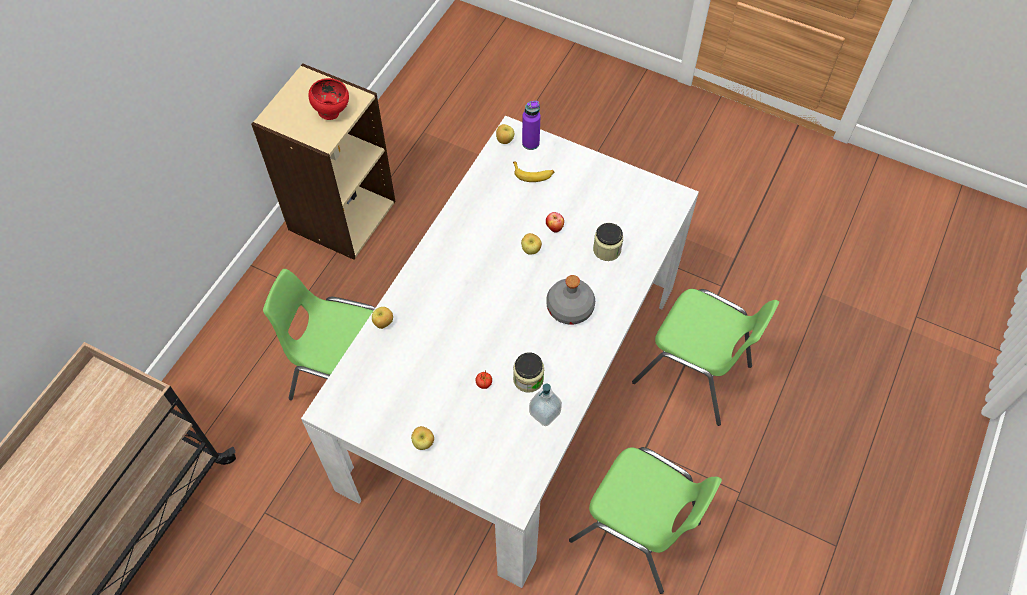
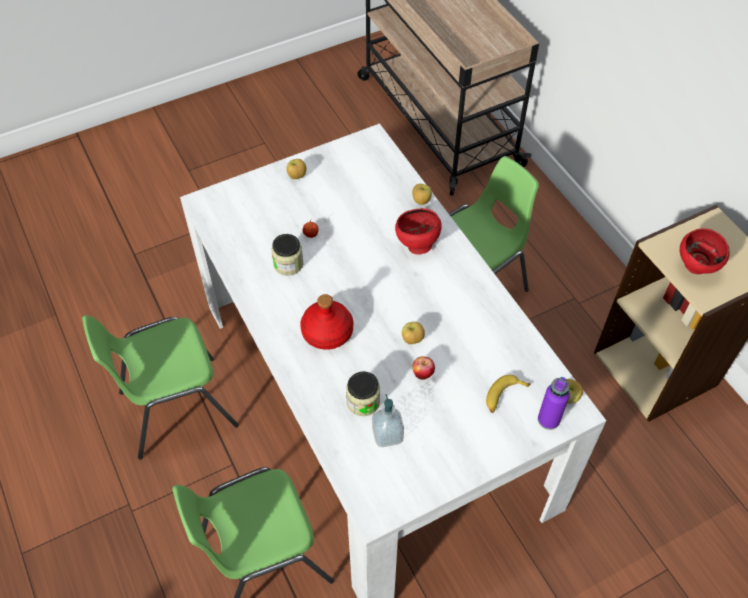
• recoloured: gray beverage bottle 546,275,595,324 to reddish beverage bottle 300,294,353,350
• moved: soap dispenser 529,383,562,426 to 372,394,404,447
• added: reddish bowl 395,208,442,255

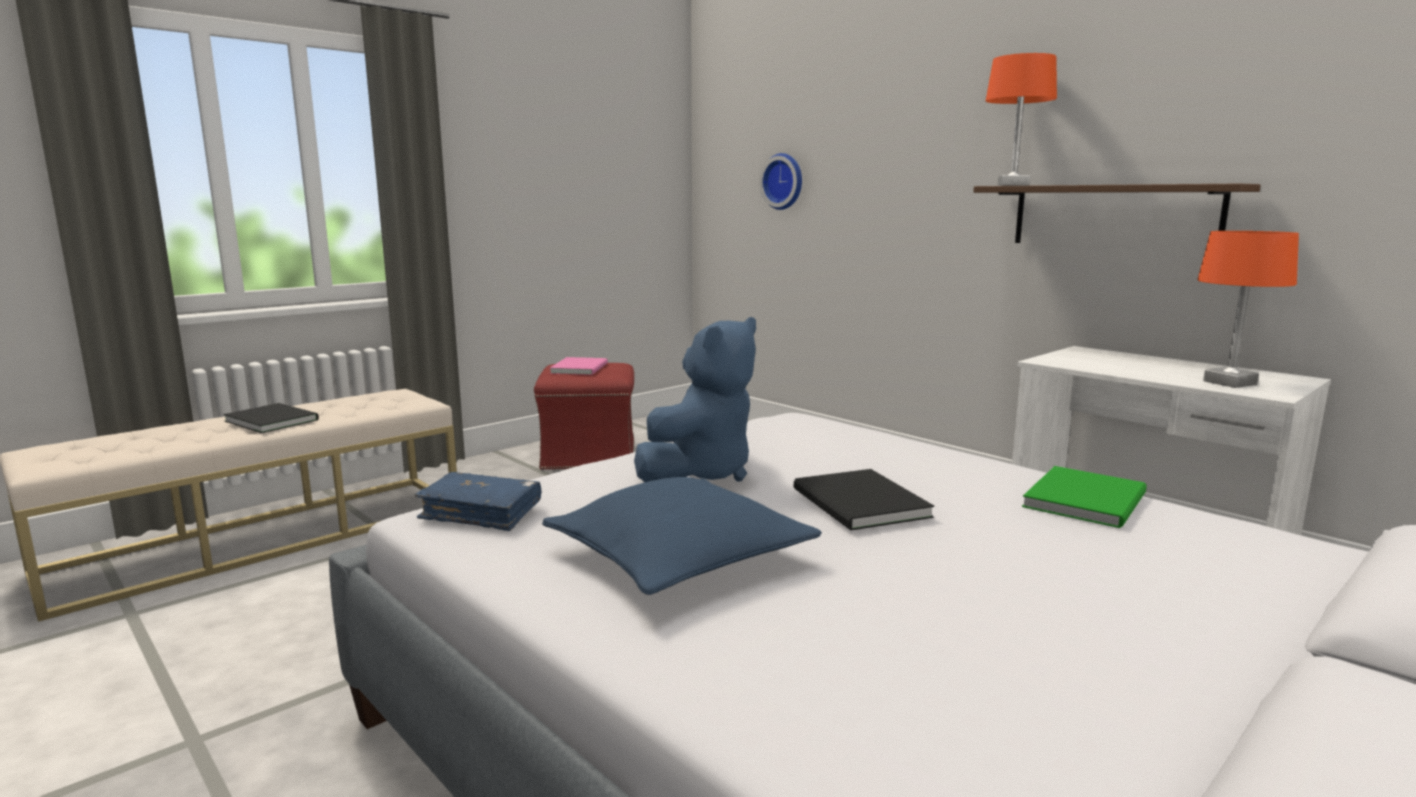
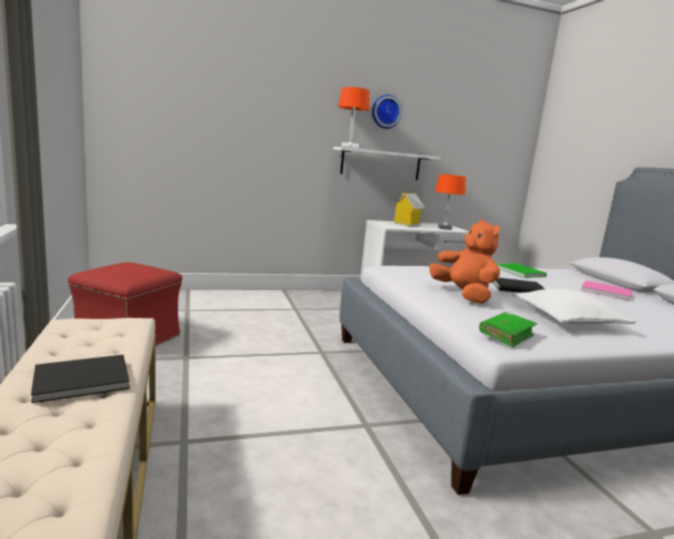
• recoloured: brown-coloured wall shelf 973,183,1261,243 to white-coloured wall shelf 333,147,441,180
• moved: wall clock 759,153,802,210 to 372,95,402,129
• added: model house 392,193,425,227
• recoloured: bluish soft toy 634,317,756,482 to orange-coloured soft toy 429,220,500,304
• recoloured: bluish bound book 415,472,541,531 to green-coloured bound book 479,312,537,347
• recoloured: bluish pillow 542,477,822,595 to white-coloured pillow 511,289,636,325
• moved: pink bound book 550,357,608,375 to 581,281,632,301

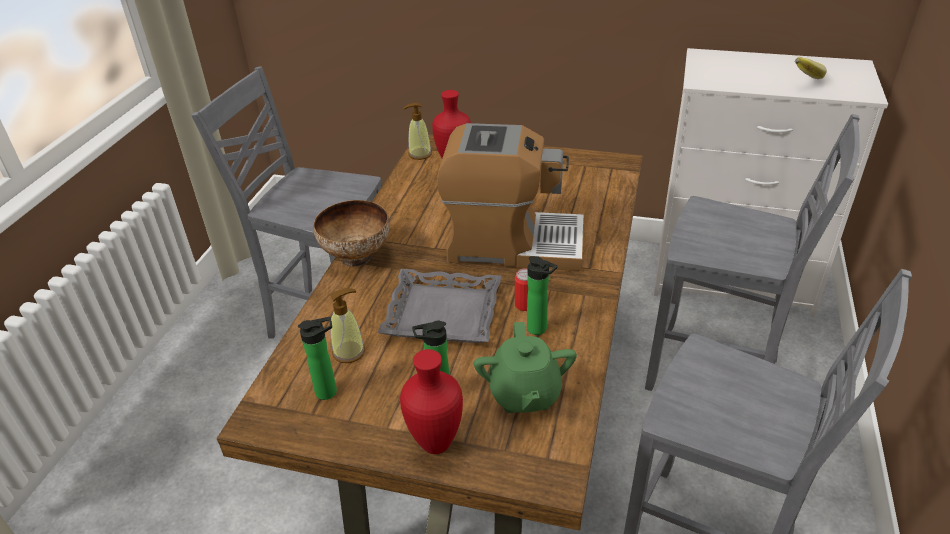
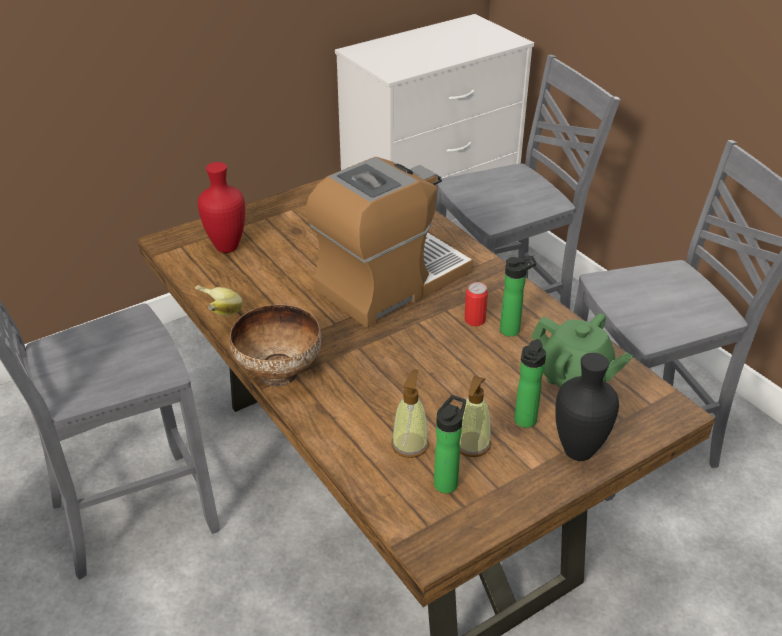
• moved: whole banana 795,57,827,79 to 195,285,243,316
• moved: soap dispenser 403,103,432,160 to 460,376,491,457
• recoloured: reddish vase 400,349,463,454 to blackish vase 555,353,619,461
• removed: gray serving tray 378,269,501,343

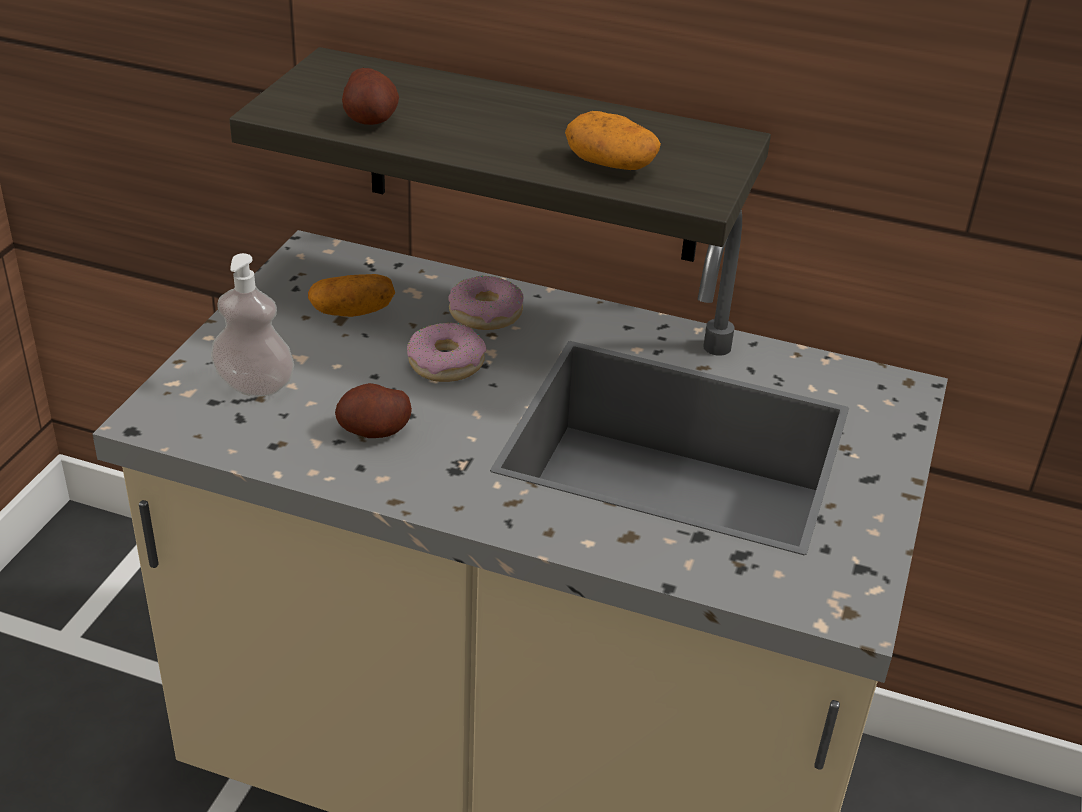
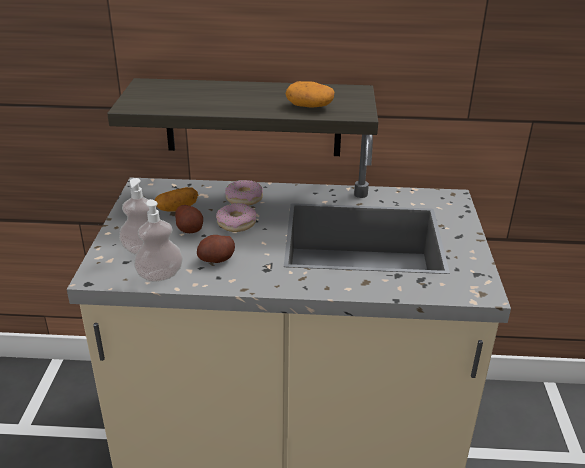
• added: soap dispenser 134,199,183,282
• moved: spud 342,68,399,125 to 175,205,203,233

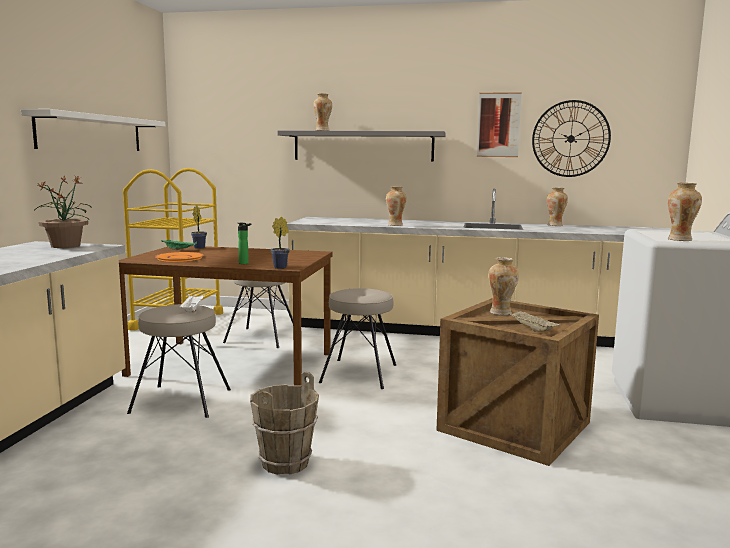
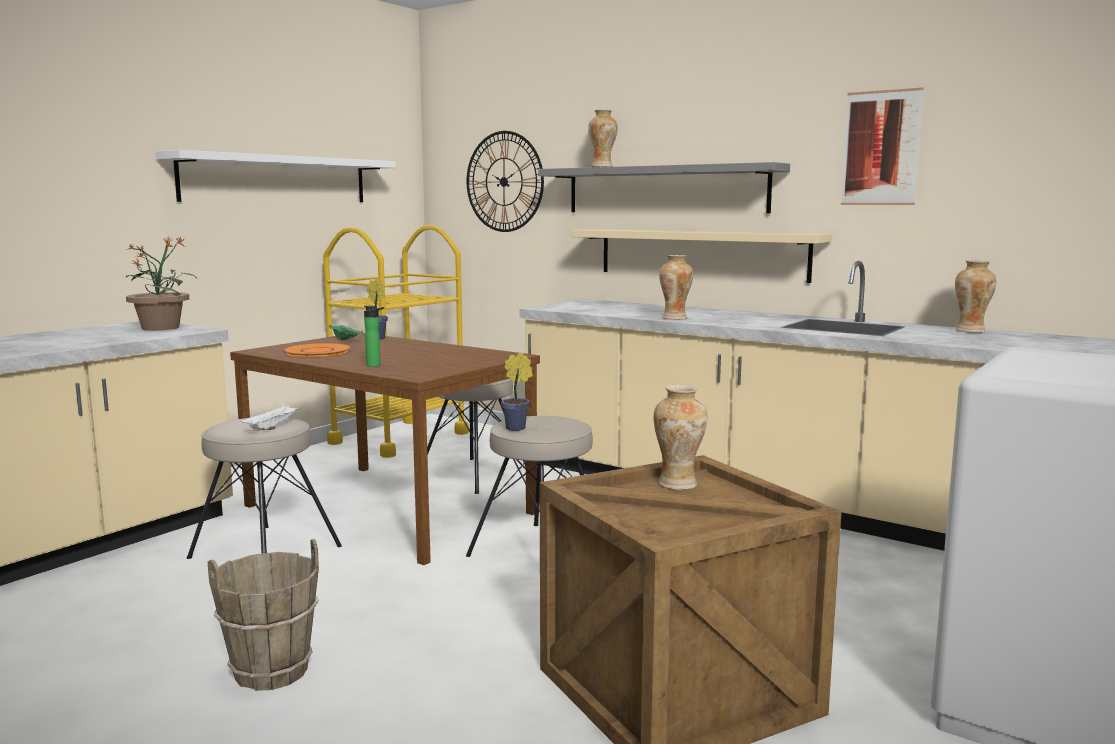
• moved: wall clock 532,100,611,177 to 467,131,544,232
• moved: plant in a pot 271,216,290,269 to 501,352,533,431
• added: sand-coloured wall shelf 571,229,832,283
• removed: sand-coloured serving tray 508,310,560,332
• removed: vase 668,182,702,241

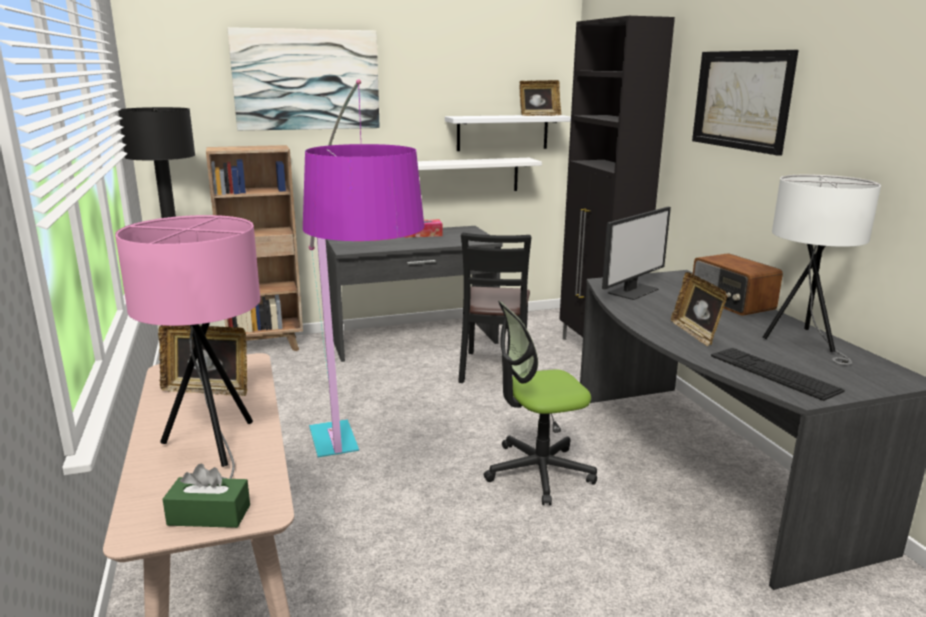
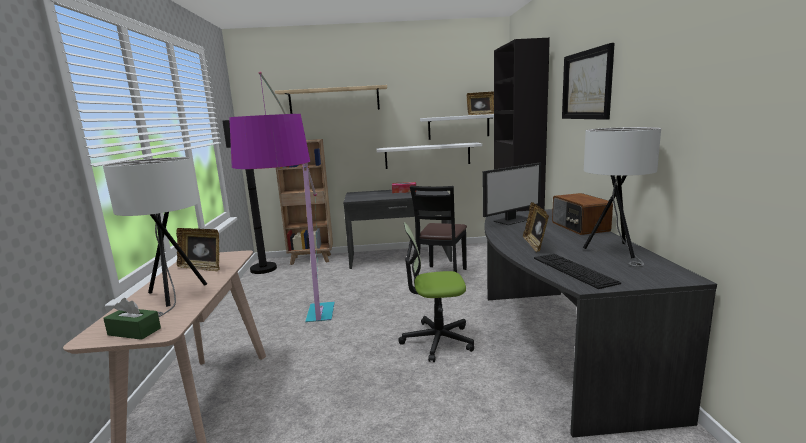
• recoloured: pink table lamp 115,215,260,479 to white-coloured table lamp 103,157,207,317
• replaced: wall picture 227,27,380,131 to sand-coloured wall shelf 275,85,387,114

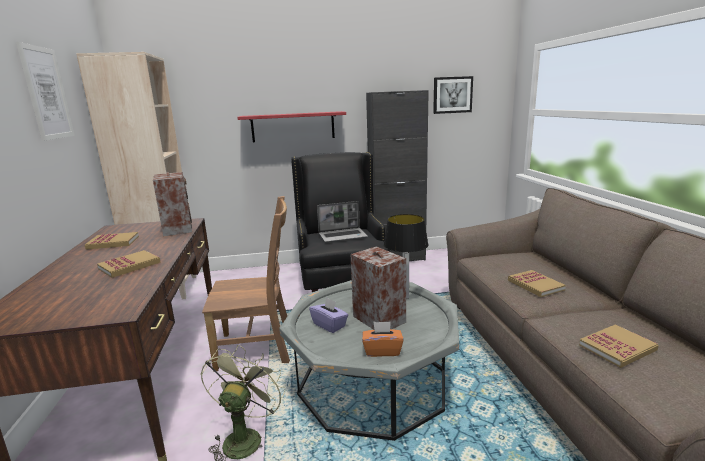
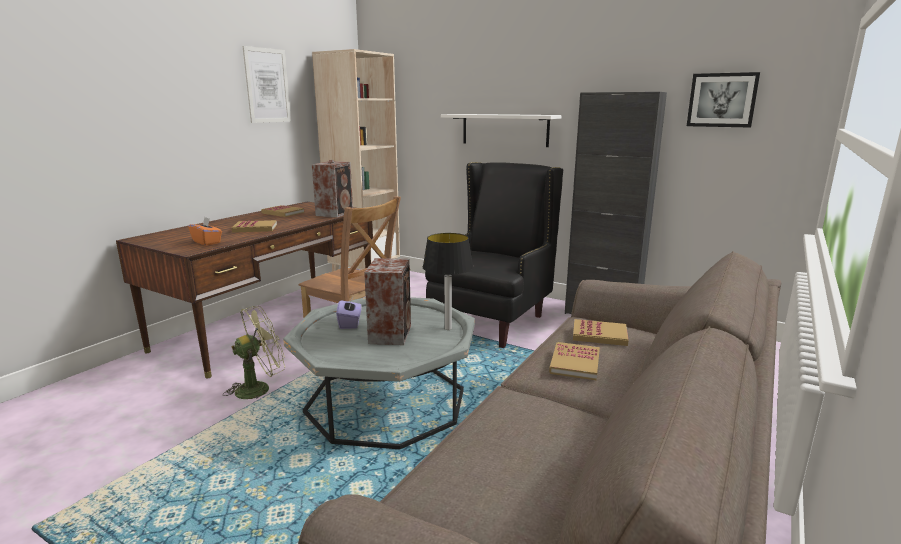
• moved: orange-coloured tissue holder 362,322,404,357 to 188,217,222,246
• recoloured: reddish wall shelf 237,111,346,142 to white-coloured wall shelf 441,114,562,147
• moved: bound book 579,325,659,368 to 573,319,629,346
• removed: laptop 317,201,368,242

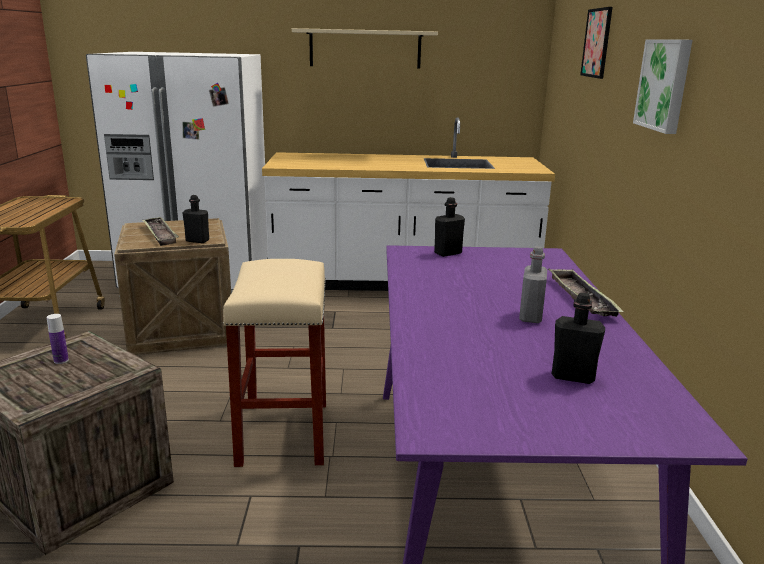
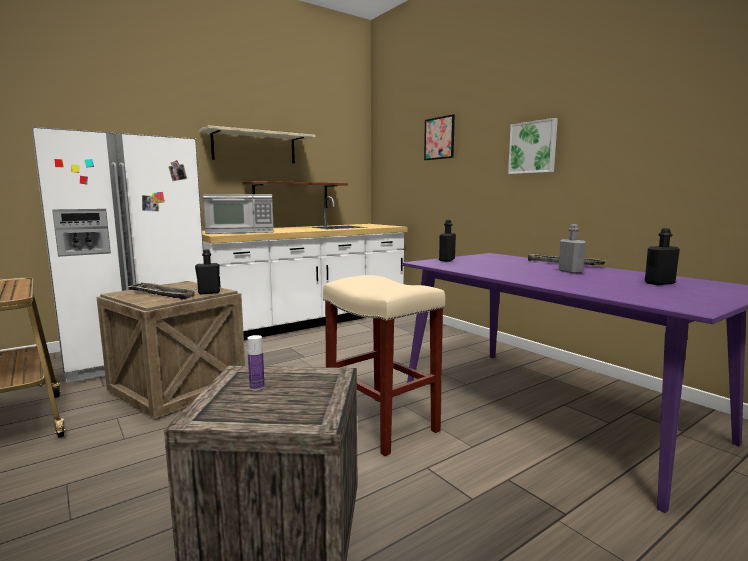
• added: microwave 203,194,274,234
• added: brown-coloured wall shelf 242,181,348,208

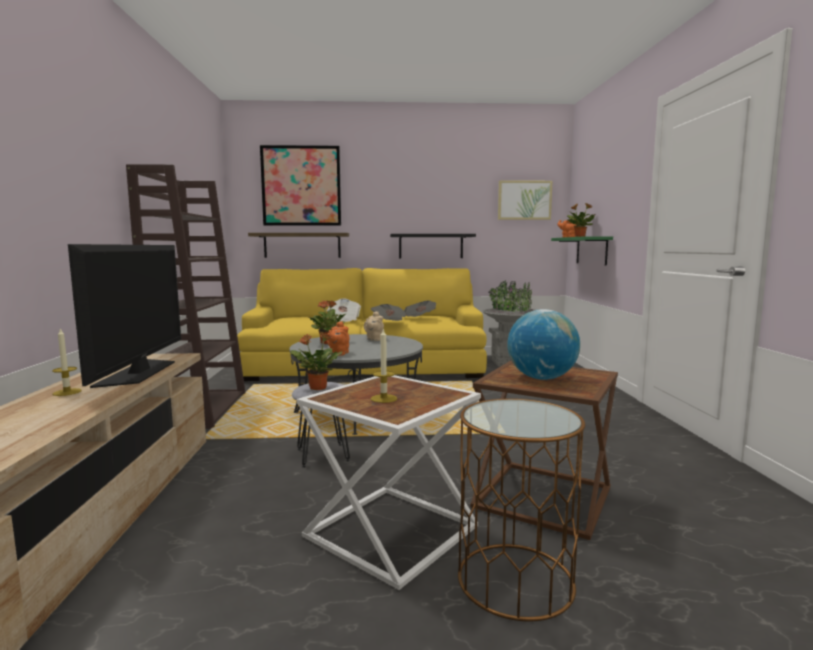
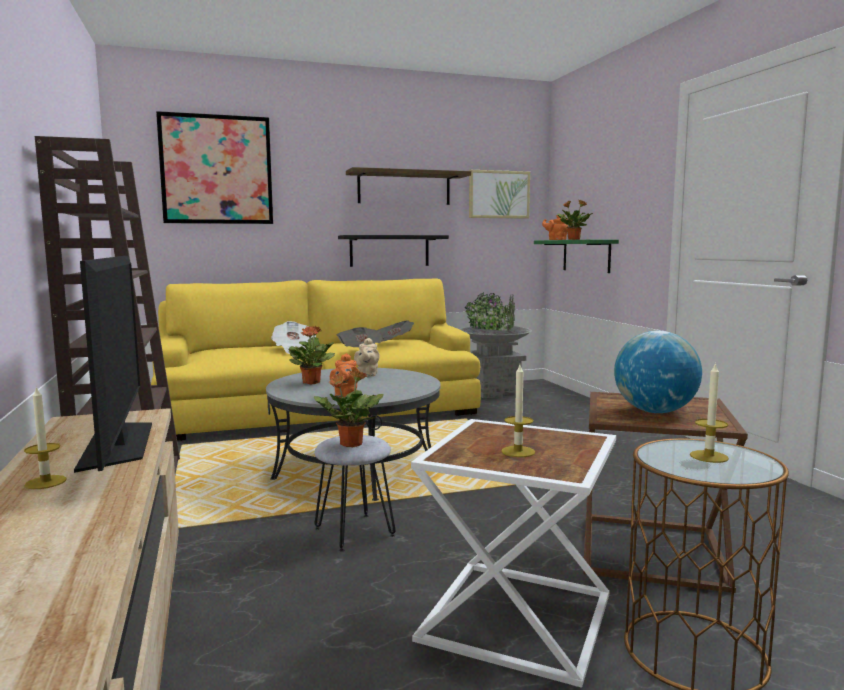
• moved: wall shelf 248,233,349,258 to 346,167,471,205
• added: wax light 690,362,729,463

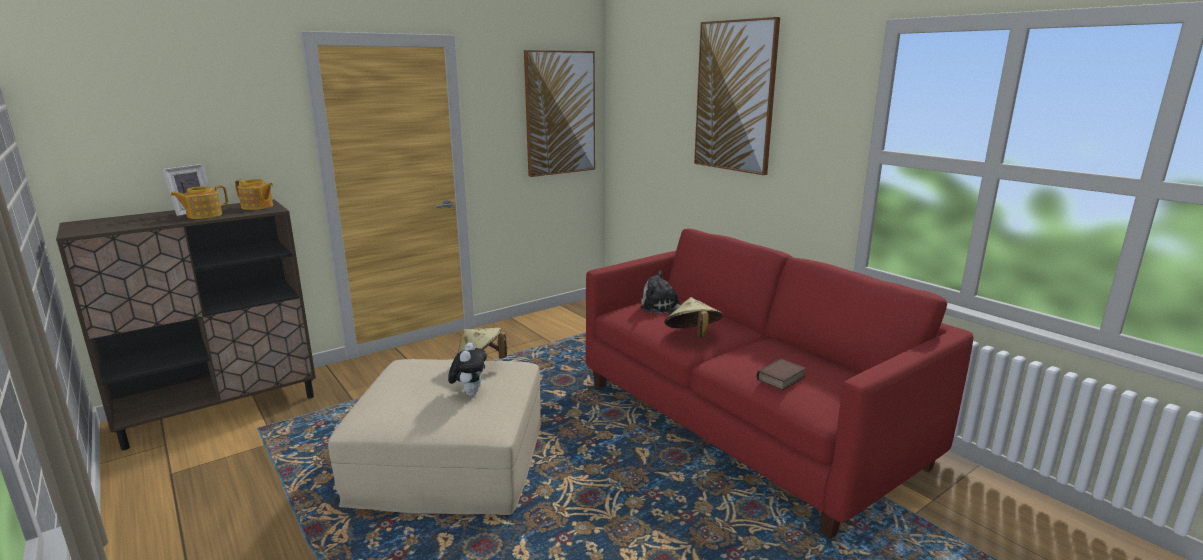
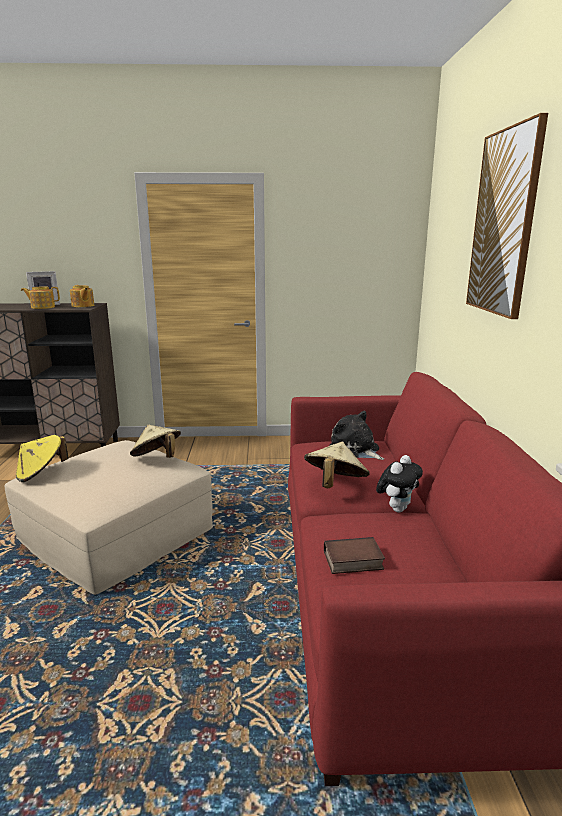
• added: yellowish clothing hat 16,435,69,482
• moved: soft toy 448,343,487,396 to 376,455,423,513
• removed: wall picture 524,50,595,177

